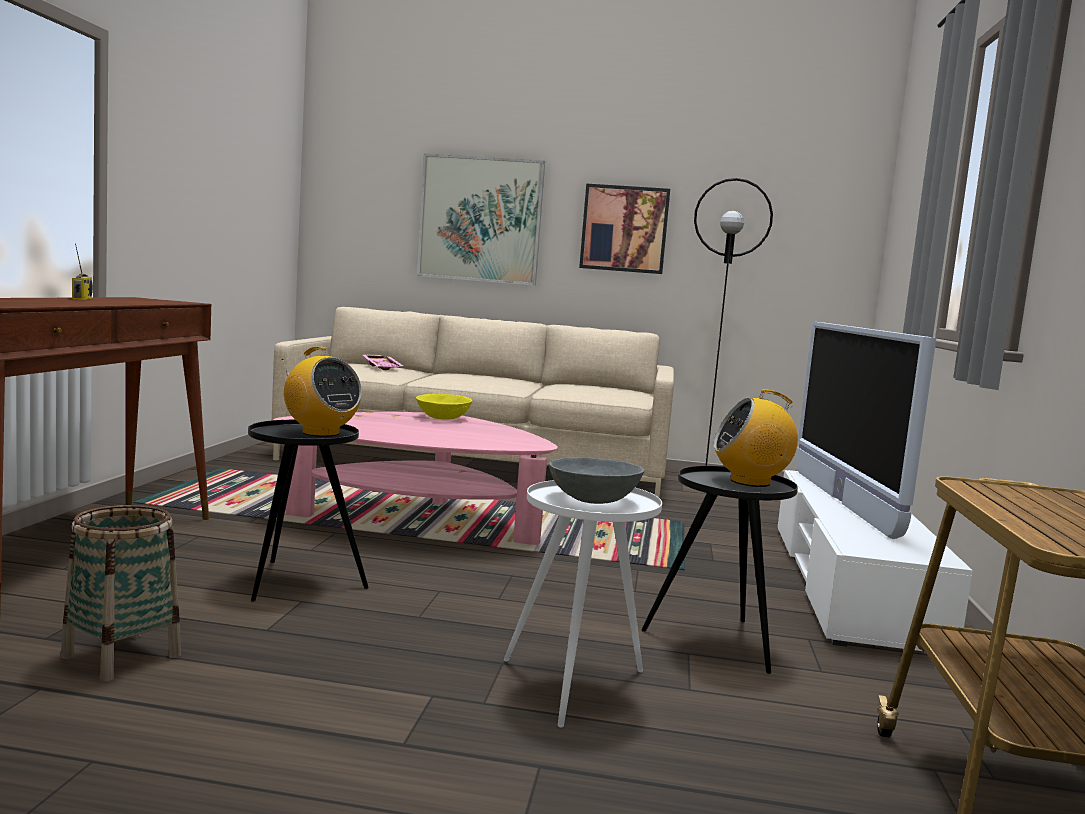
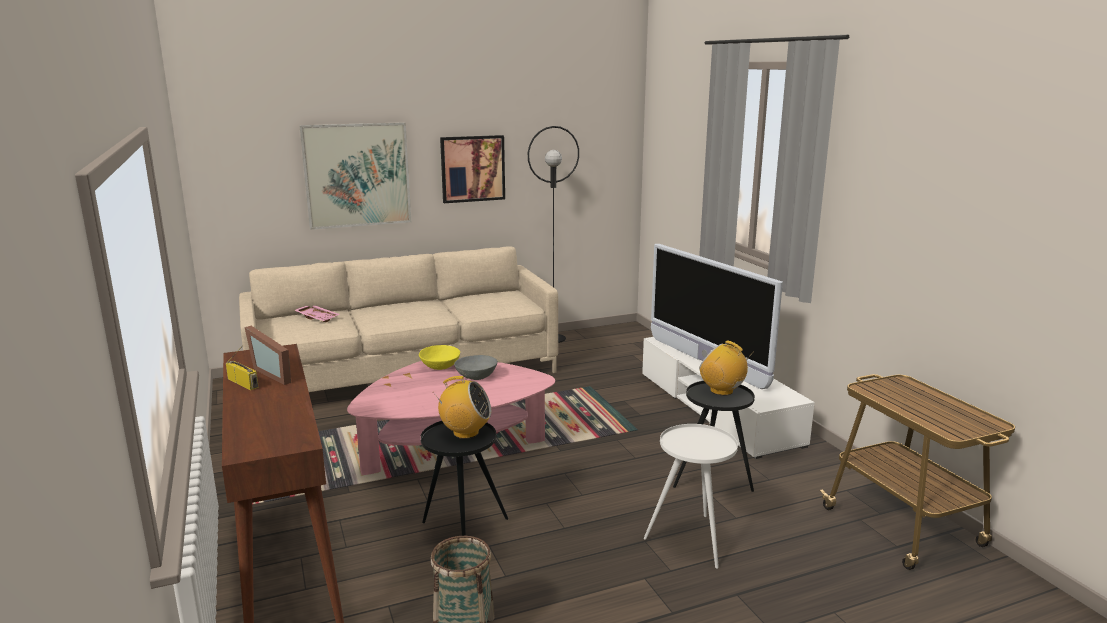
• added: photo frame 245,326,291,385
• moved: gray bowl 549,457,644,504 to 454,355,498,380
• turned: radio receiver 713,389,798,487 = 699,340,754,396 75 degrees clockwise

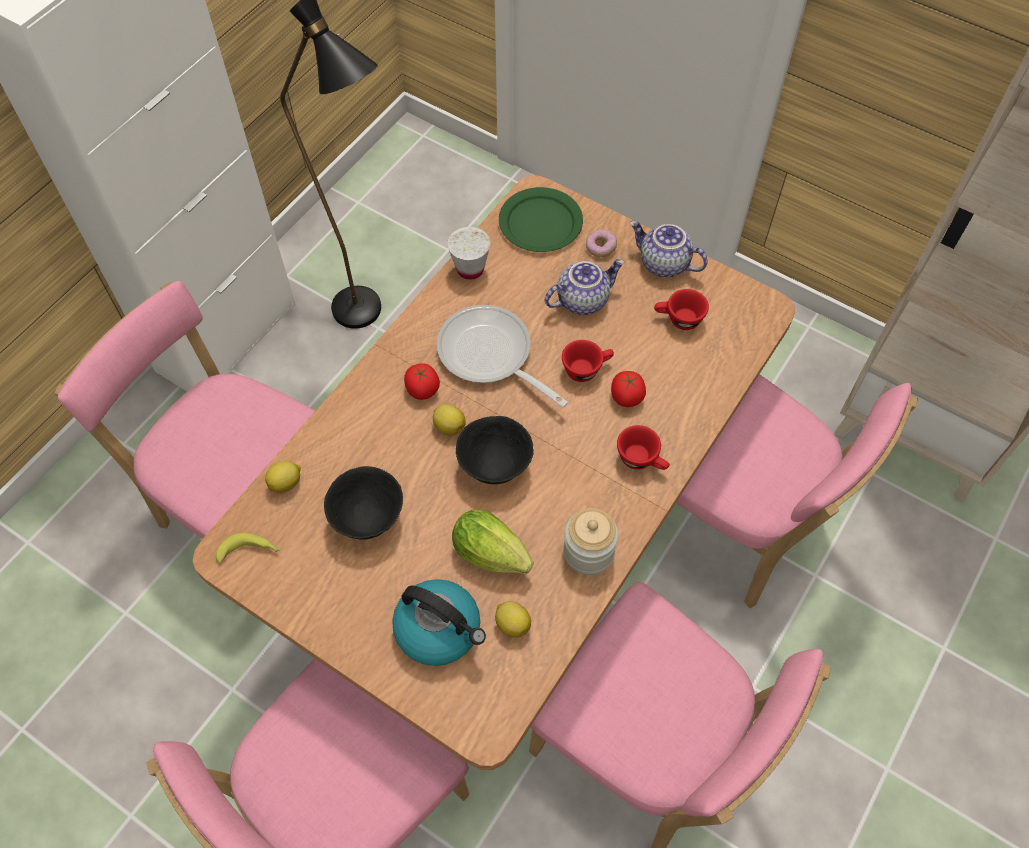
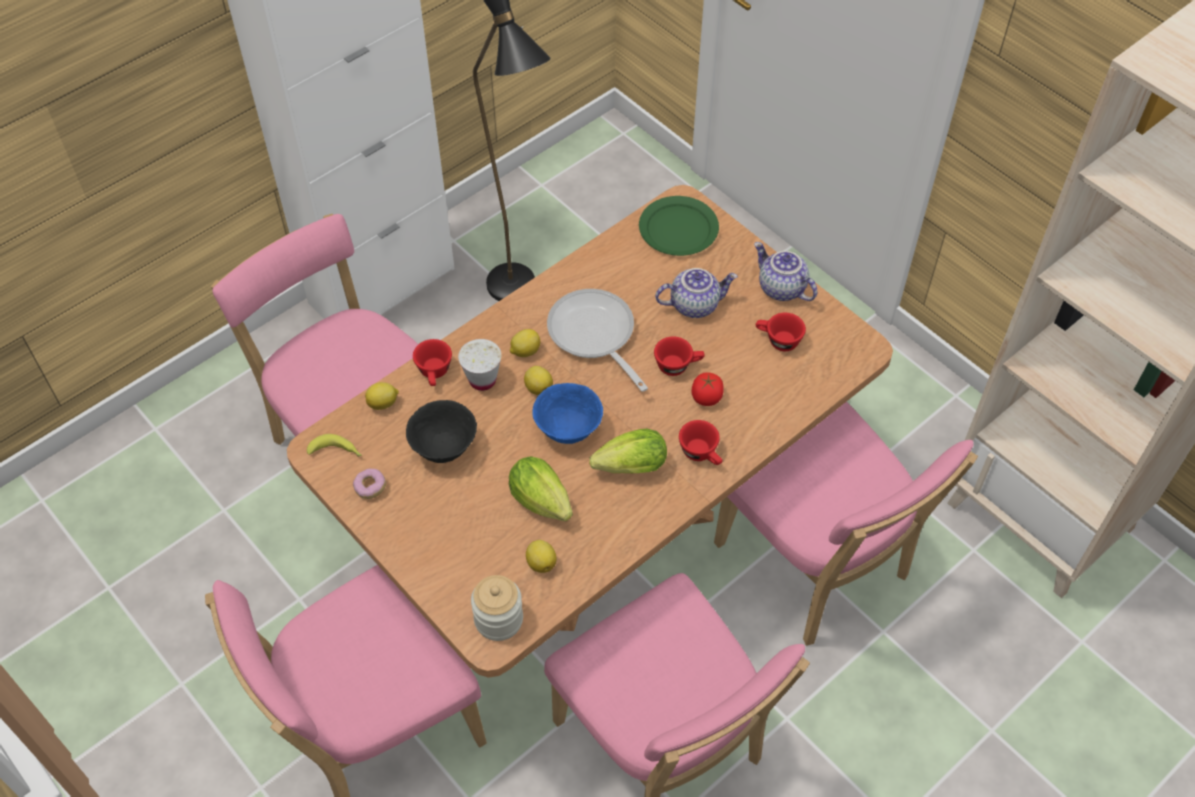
• moved: ring doughnut 586,230,617,257 to 353,468,386,499
• added: reddish small cup 413,339,452,386
• moved: white-coloured small cup 447,226,491,280 to 458,339,501,391
• moved: preserve jar 563,508,618,575 to 471,575,523,641
• replaced: whole tomato 404,363,440,400 to citrus fruit 510,329,540,357
• recoloured: blackish bowl 456,416,534,484 to bluish bowl 532,383,603,444
• added: lettuce head 589,428,667,473
• removed: tea kettle 392,579,486,666

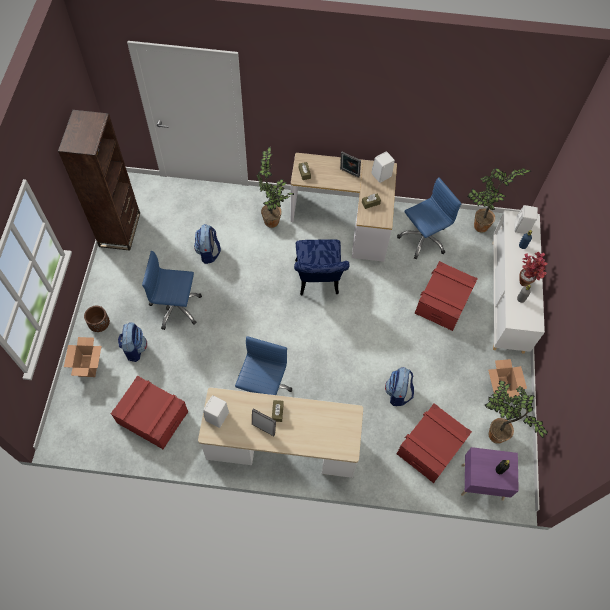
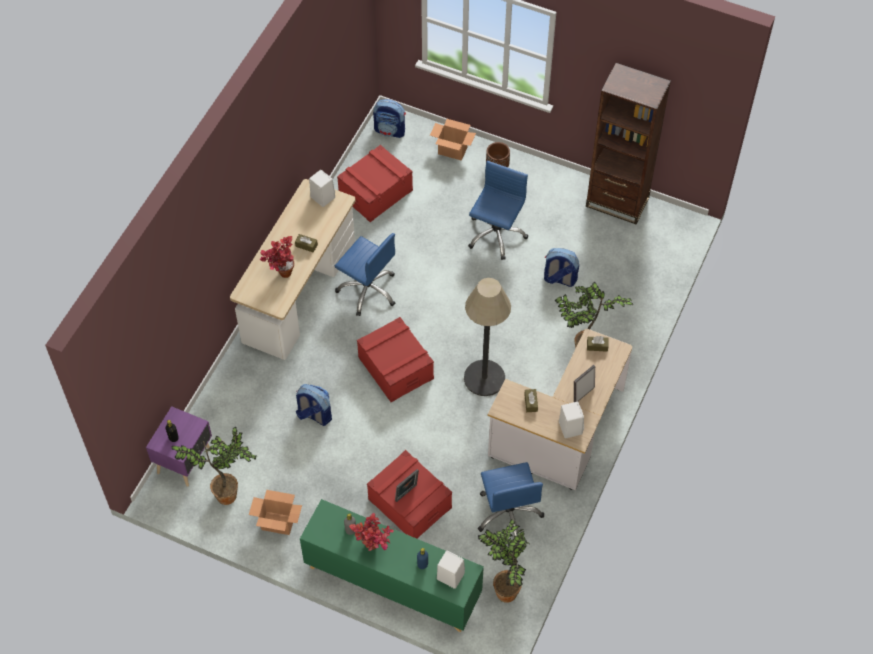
• added: plant in a pot 260,236,294,278
• recoloured: white-coloured storage cabinet 492,210,545,354 to green-coloured storage cabinet 300,499,484,632
• moved: reddish storage bin 397,403,472,483 to 357,317,434,402
• moved: knapsack 118,322,147,362 to 373,99,406,138
• moved: photo frame 252,409,276,436 to 395,469,419,502
• replaced: bluish plain chair 294,239,349,295 to standing lamp 464,278,511,396

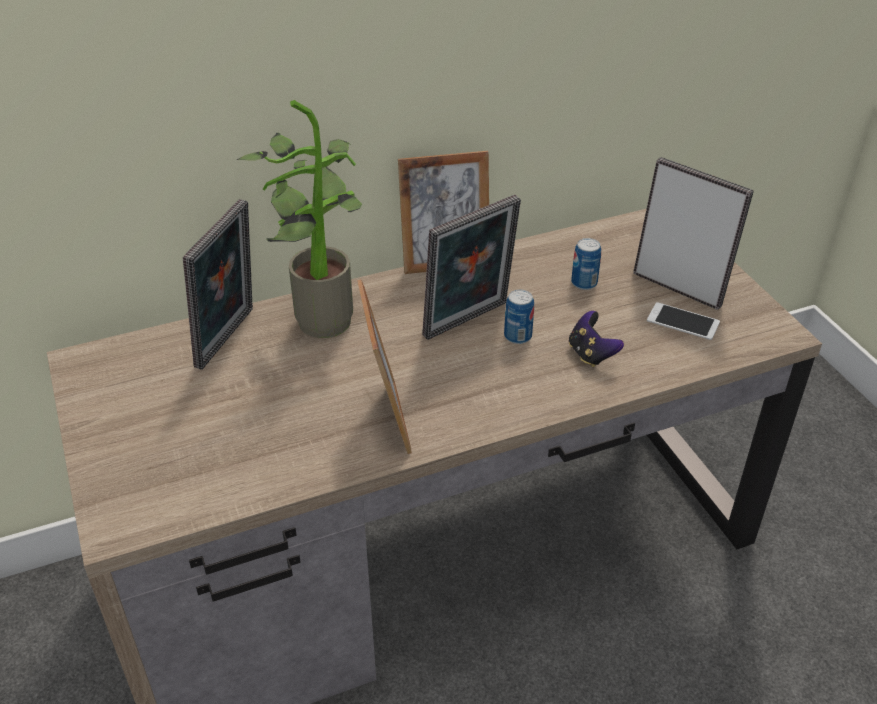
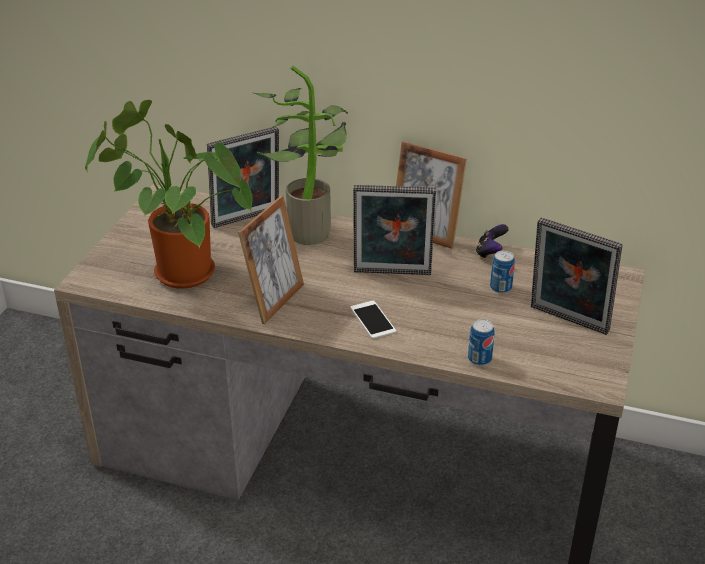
• added: plant in a pot 85,100,253,289
• moved: telephone 647,302,720,340 to 350,300,396,339
• moved: can 504,289,534,344 to 468,319,494,366
• moved: gamepad 569,311,624,367 to 476,224,509,259
• turned: photo frame 633,157,754,310 = 531,218,623,335 135 degrees clockwise

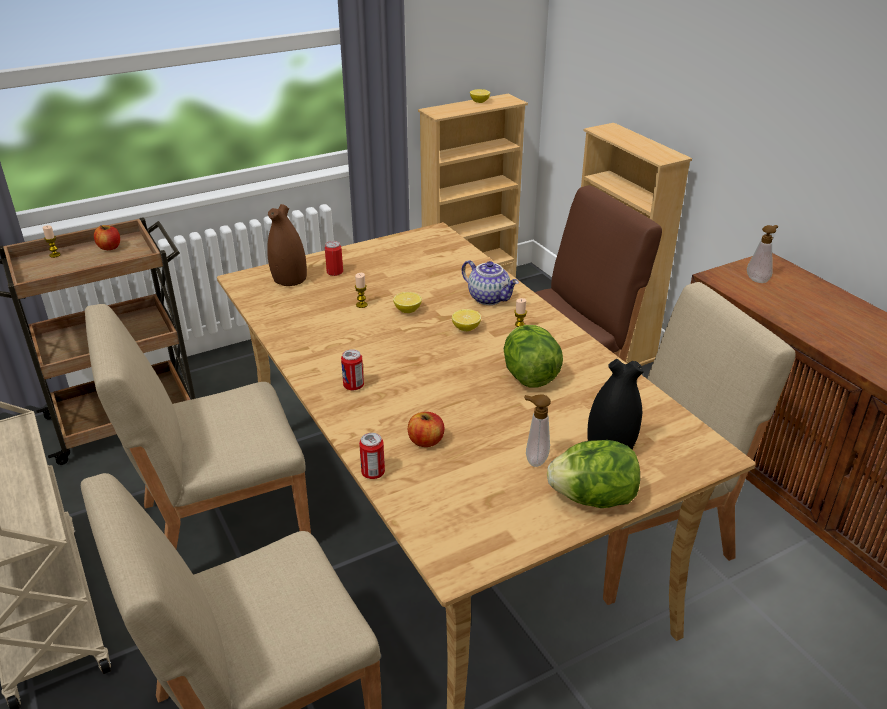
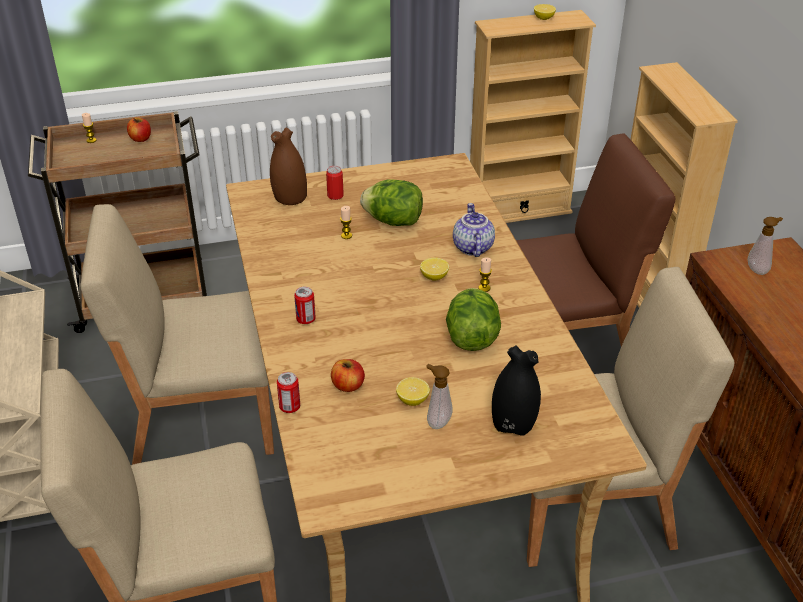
• moved: lettuce head 547,440,640,508 to 360,179,423,226
• moved: citrus fruit 393,292,422,313 to 396,377,430,406
• turned: teapot 462,260,519,305 = 453,203,495,257 150 degrees counterclockwise

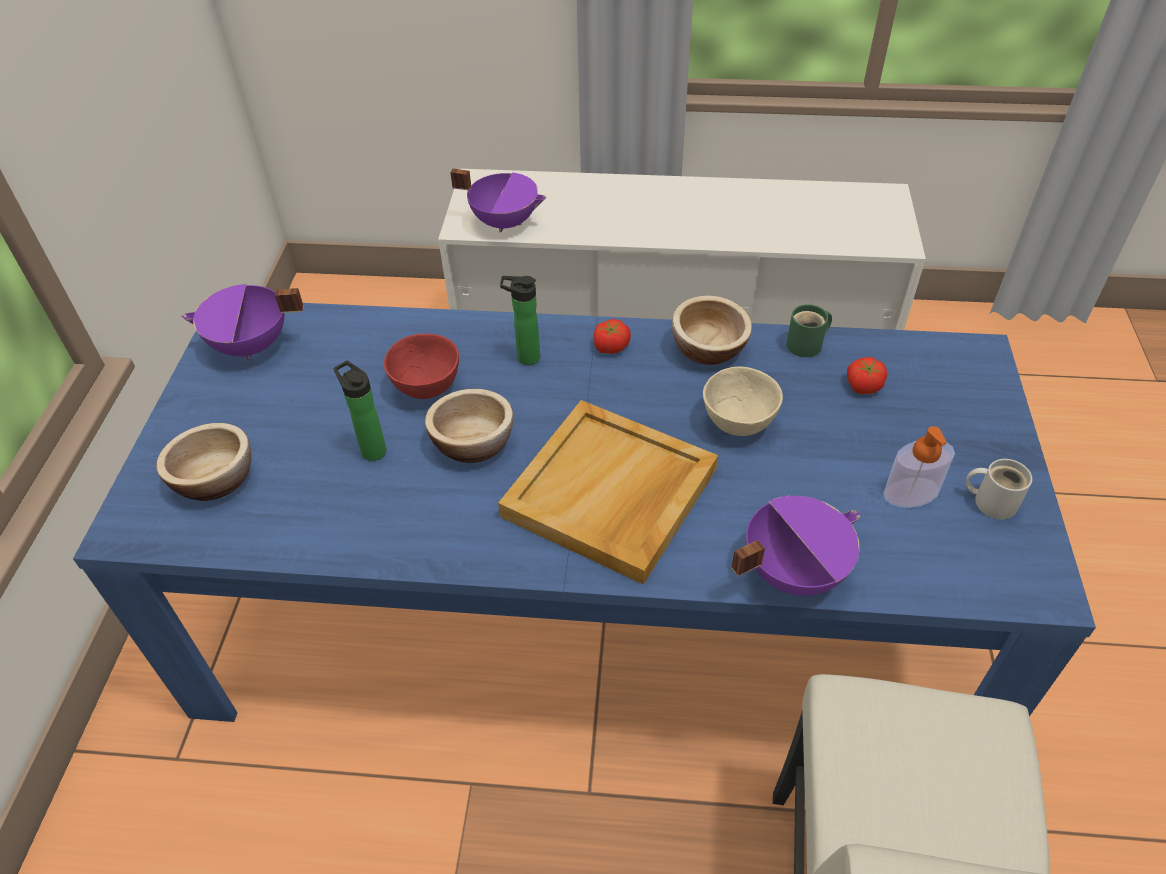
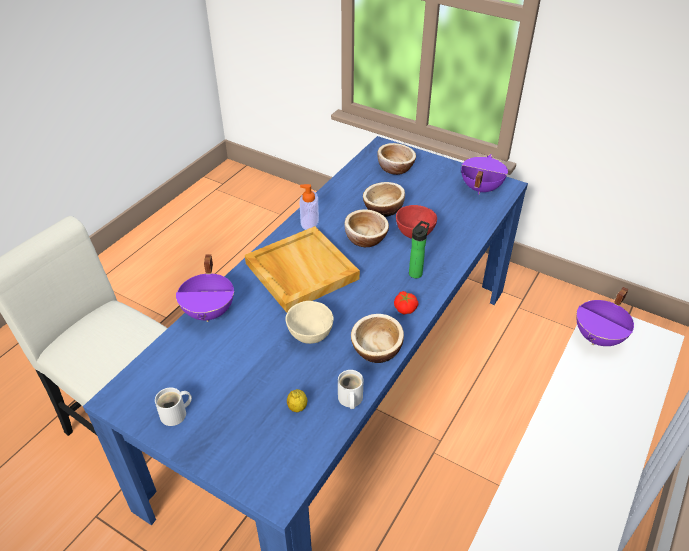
• replaced: whole tomato 847,357,887,394 to citrus fruit 287,389,307,412
• moved: soap dispenser 883,426,955,508 to 299,184,319,230
• recoloured: green-coloured tea mug 786,304,832,357 to white-coloured tea mug 338,370,363,409
• replaced: beverage bottle 333,360,386,461 to bowl 363,182,405,217

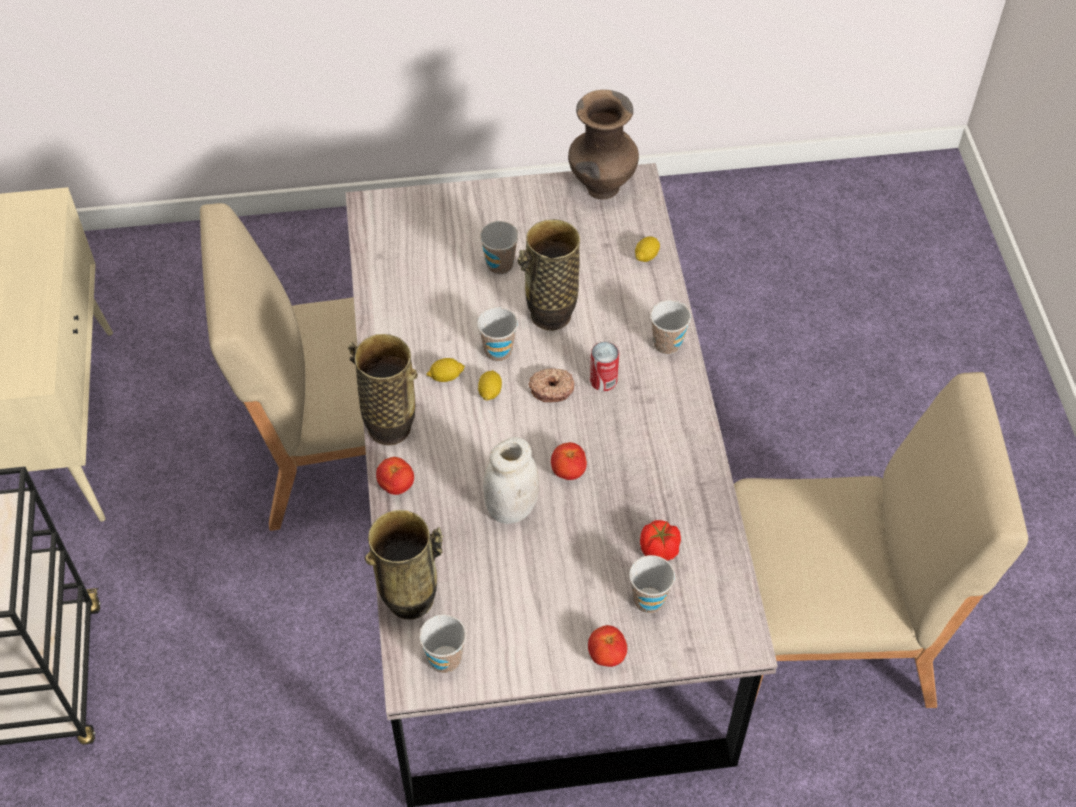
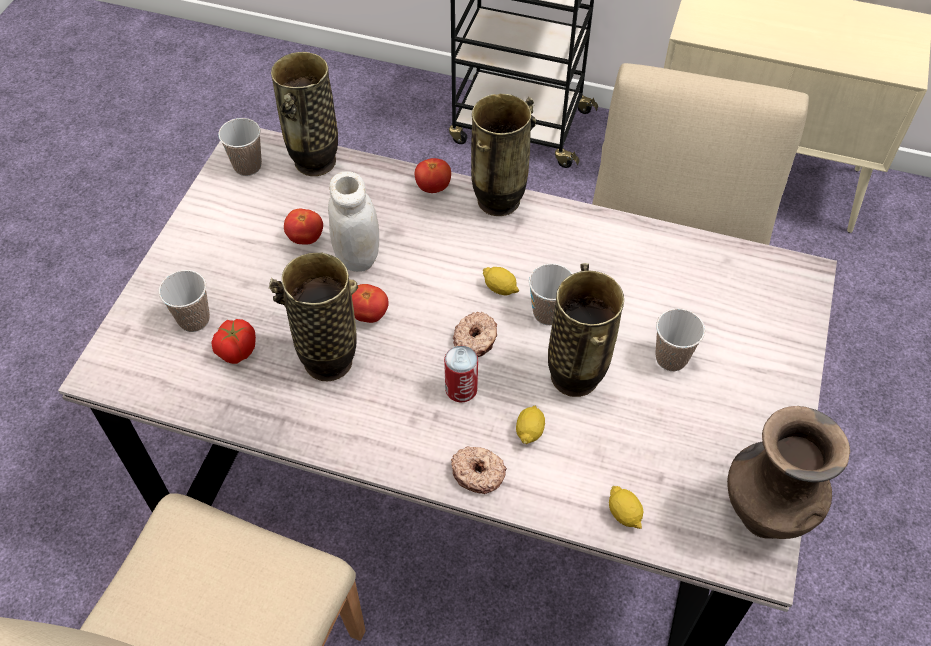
• added: vase 269,253,358,381
• moved: whole tomato 588,625,627,667 to 284,208,323,244
• replaced: small cup 650,300,691,355 to ring doughnut 451,447,507,494
• moved: citrus fruit 426,358,465,382 to 516,406,545,444

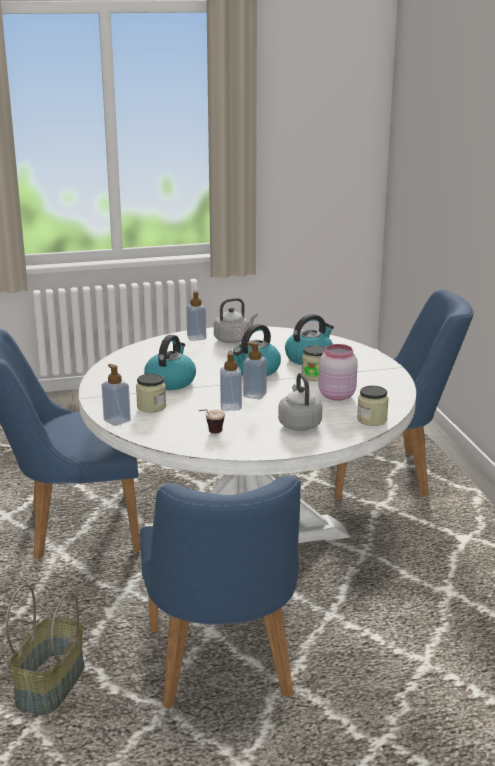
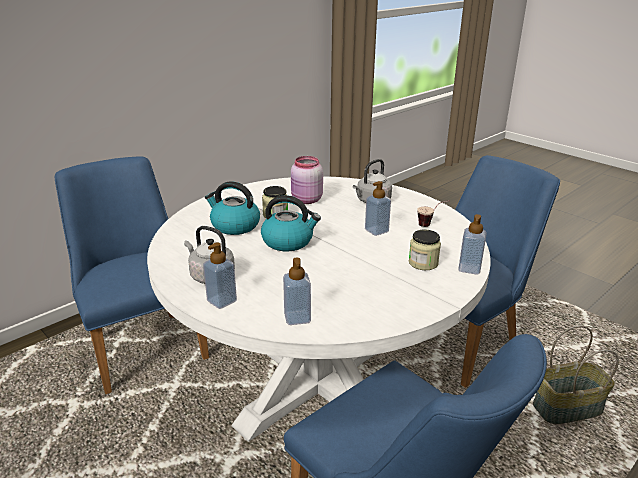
• moved: soap dispenser 243,342,267,399 to 283,257,311,325
• removed: tea kettle 144,335,196,390
• removed: preserve jar 357,386,389,426

